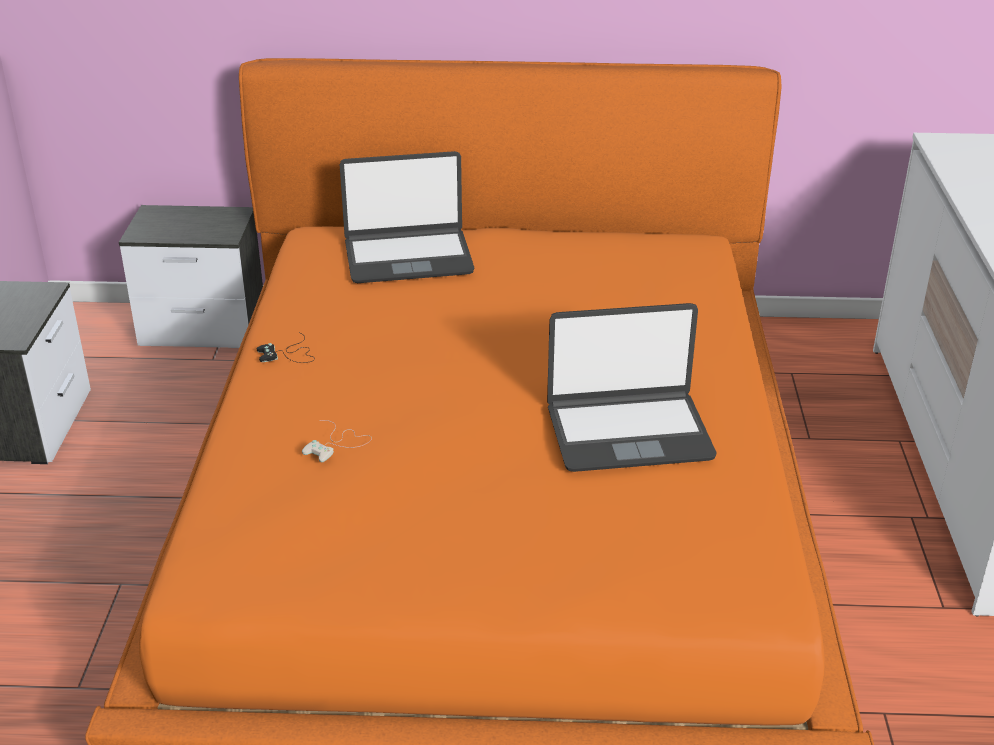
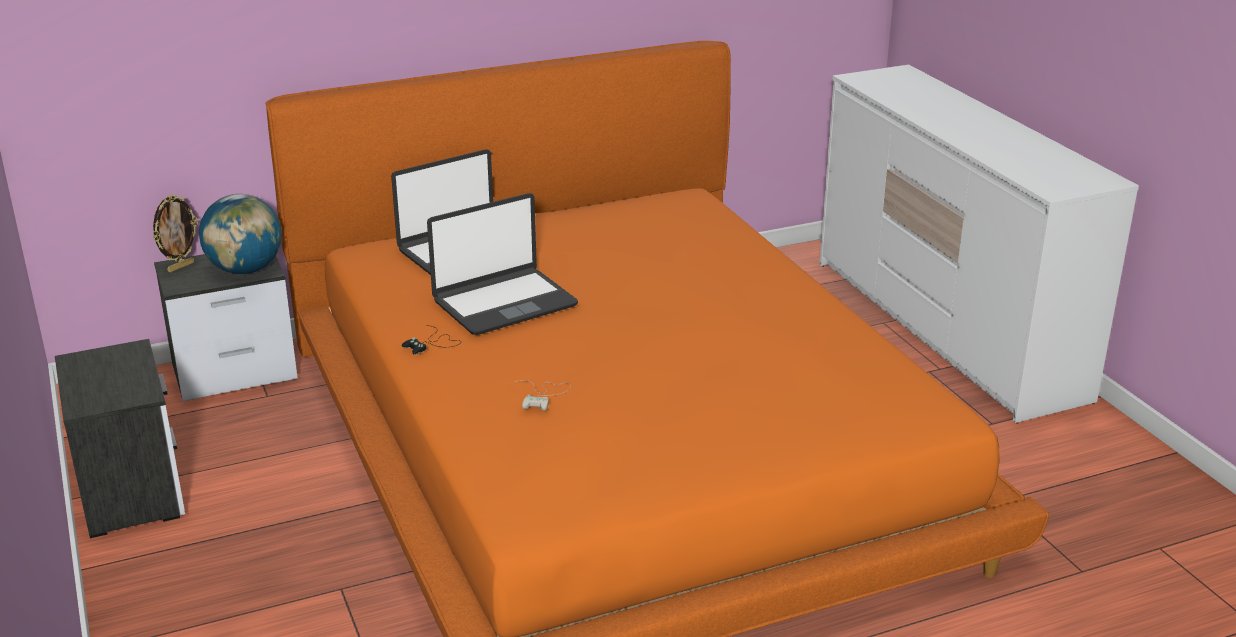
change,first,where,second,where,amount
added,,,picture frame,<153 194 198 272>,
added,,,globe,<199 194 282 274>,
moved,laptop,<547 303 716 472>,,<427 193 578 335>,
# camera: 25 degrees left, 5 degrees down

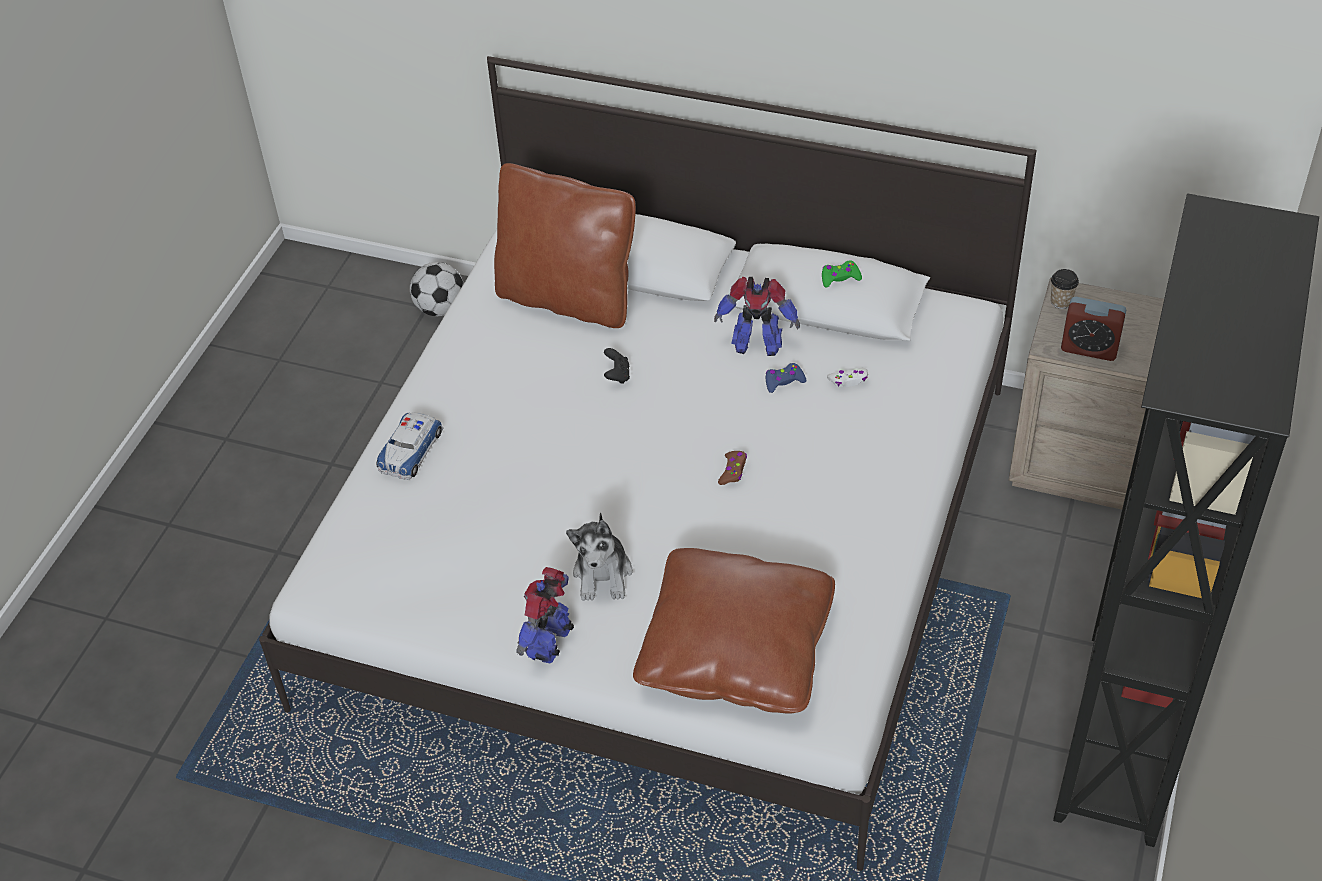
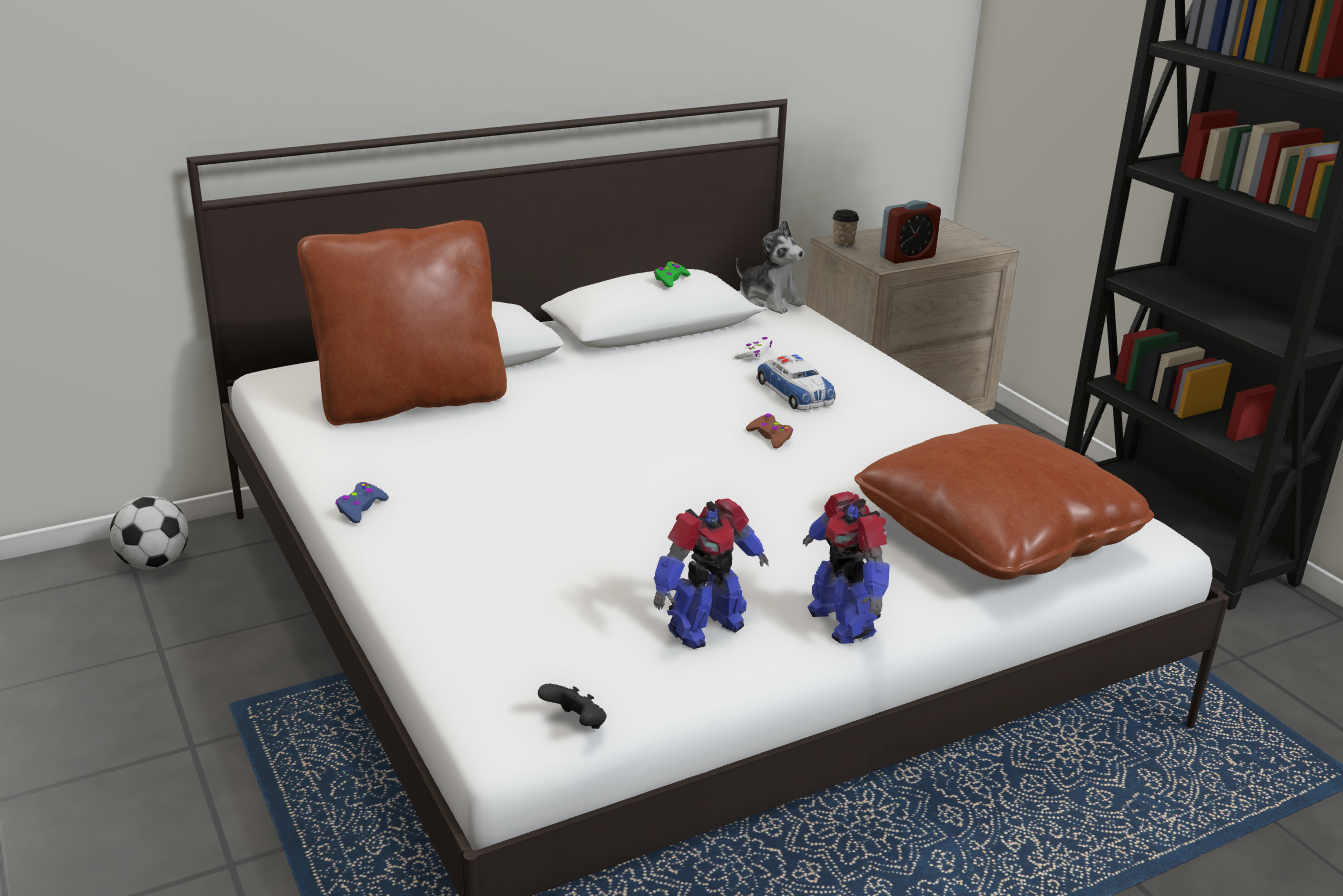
change,first,where,second,where,amount
moved,toy car,<377 412 443 480>,,<756 354 836 410>,
moved,soft toy,<566 512 633 601>,,<736 220 805 314>,
moved,game controller (blackish),<604 348 630 384>,,<538 684 607 729>,
moved,model robot,<714 277 800 356>,,<654 498 769 649>,
moved,game controller (blue),<766 363 806 393>,,<335 482 389 523>,
# camera: 50 degrees left, 20 degrees down

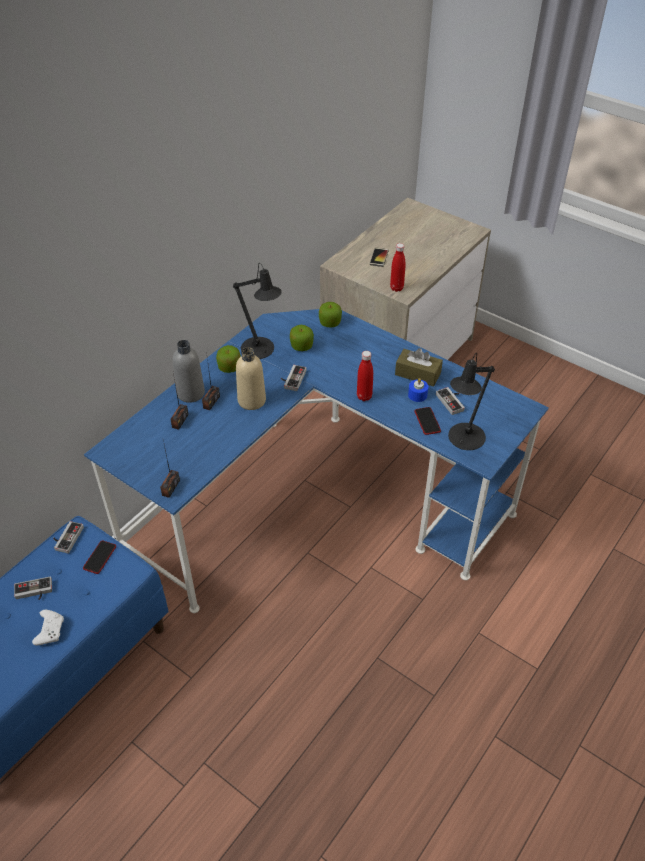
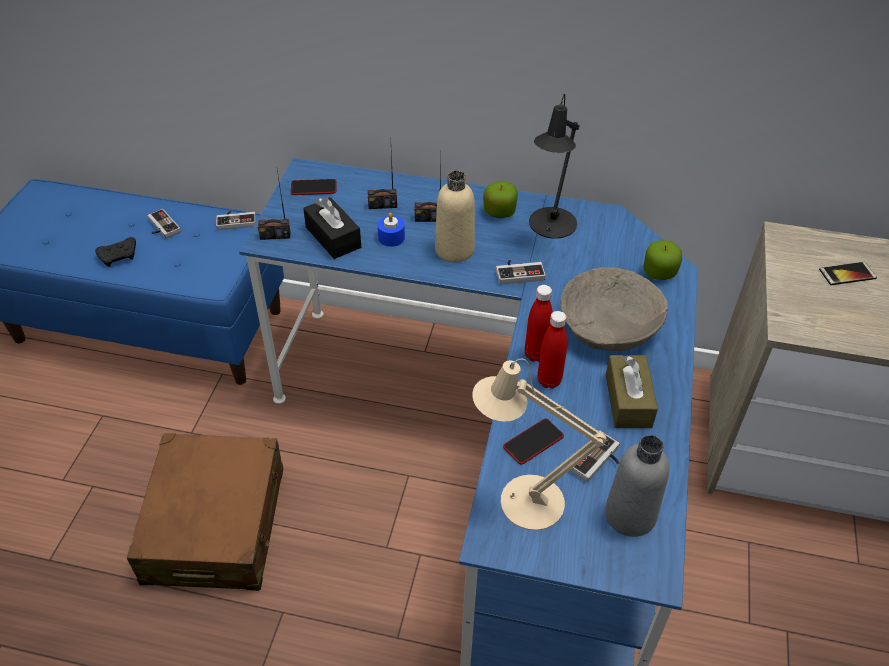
change,first,where,second,where,amount
removed,whole apple,<290 325 314 351>,,,
added,,,travel case (brown),<127 433 283 591>,
added,,,tissue box (blackish),<303 197 361 259>,
added,,,deep dish (beige),<560 267 668 351>,
moved,telephone,<83 541 116 574>,,<291 179 337 195>,
moved,bottle (greyish),<173 340 205 403>,,<605 435 670 537>,
moved,bottle (red),<390 243 406 292>,,<537 311 567 389>,
moved,wax candle (blue),<408 378 428 402>,,<378 213 405 247>,
recoloured,game controller (white),<32 610 64 645>,game controller (blackish),<95 237 136 267>,
recoloured,tabletop lamp (blackish),<448 353 495 450>,tabletop lamp (beige),<472 359 606 530>,
# camera: 65 degrees right, 0 degrees up

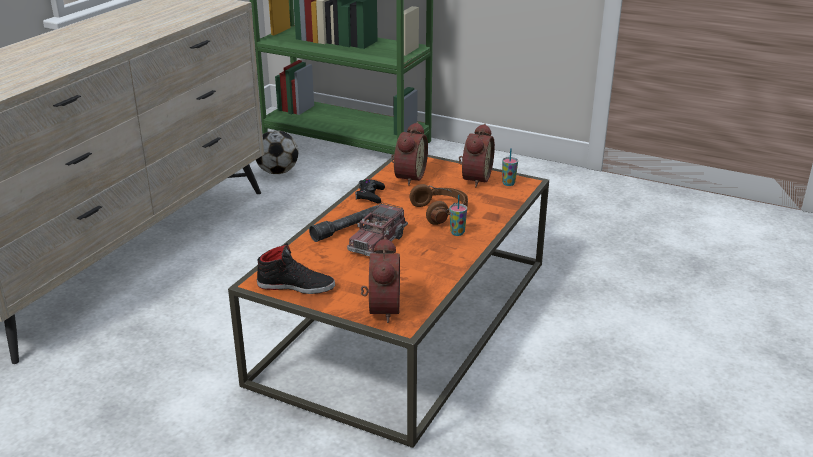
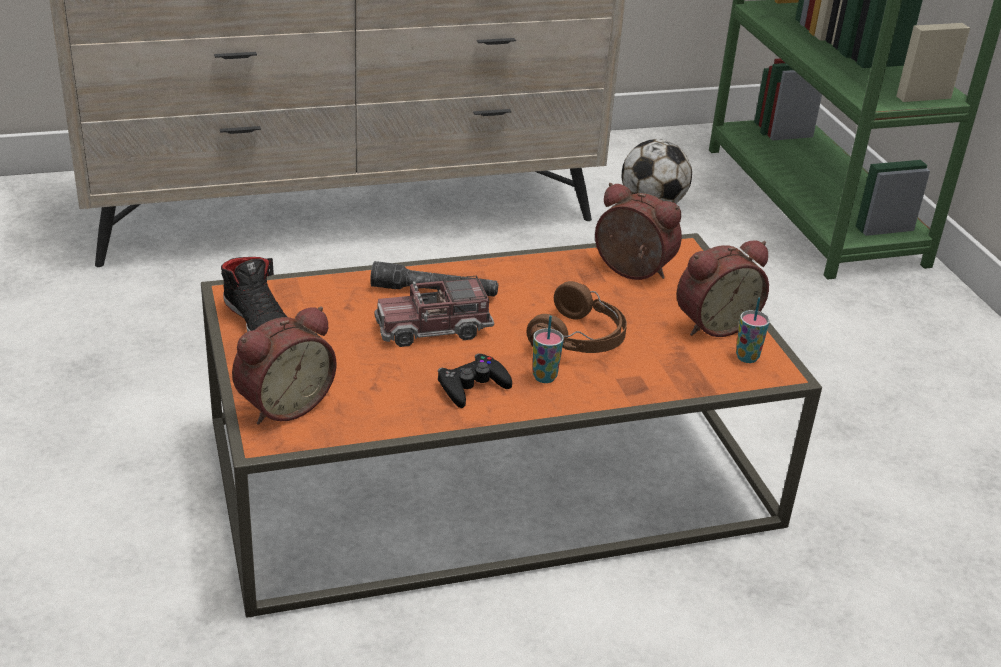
change,first,where,second,where,amount
moved,game controller (blackish),<355 179 385 204>,,<438 353 512 408>,
turned,table clock,<391 122 428 186>,,<595 183 682 280>,120 degrees counterclockwise
# camera: 45 degrees right, 5 degrees up

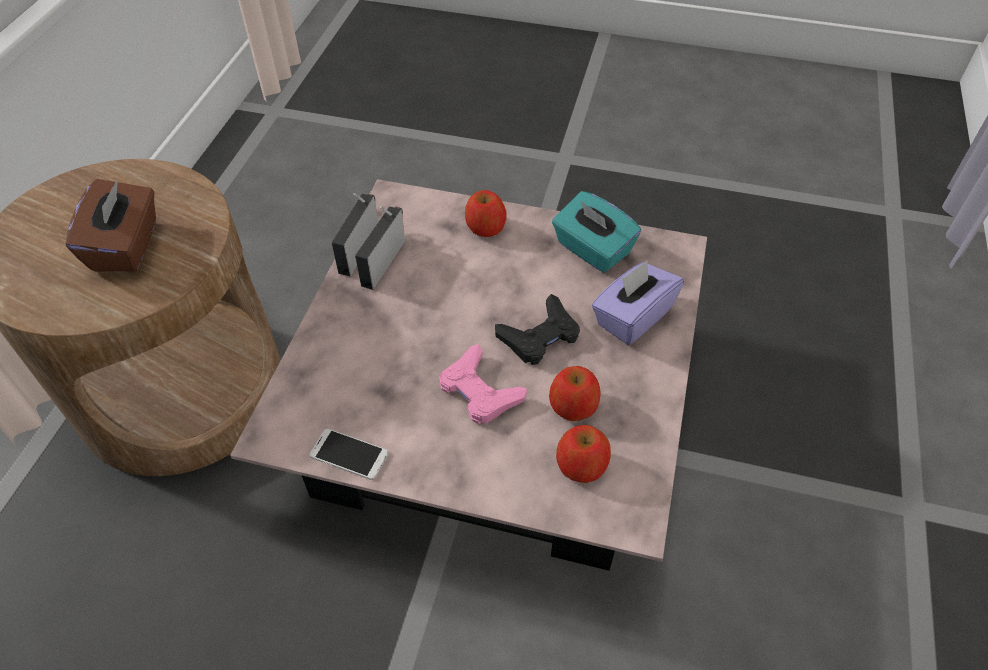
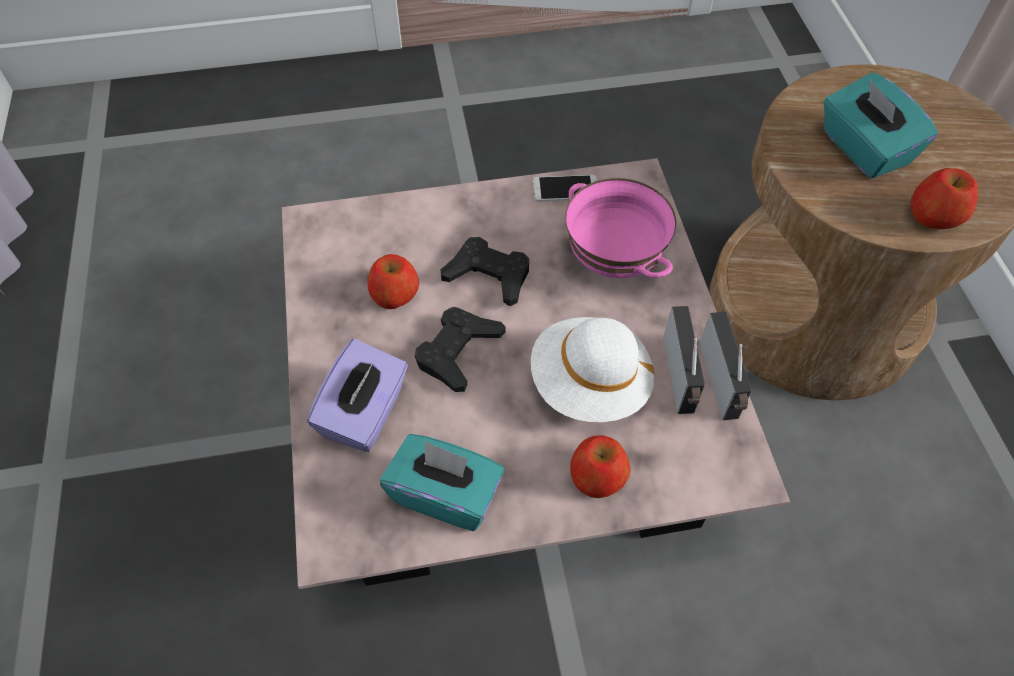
change,first,where,second,where,amount
added,,,clothing hat (white),<531 317 654 422>,
added,,,deep dish (pinkish),<565 178 677 278>,
moved,whole apple,<556 425 611 483>,,<910 168 978 229>,
recoloured,tissue box (brown),<66 179 156 271>,tissue box (turquoise-coloured),<823 72 938 179>,
recoloured,game controller (pinkish),<439 344 527 424>,game controller (blackish),<441 237 529 306>,
# camera: 155 degrees right, 5 degrees up

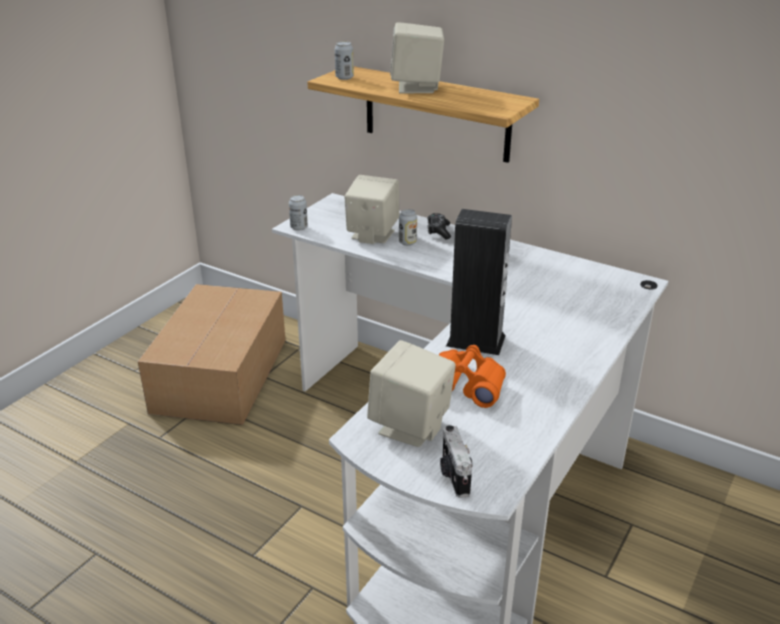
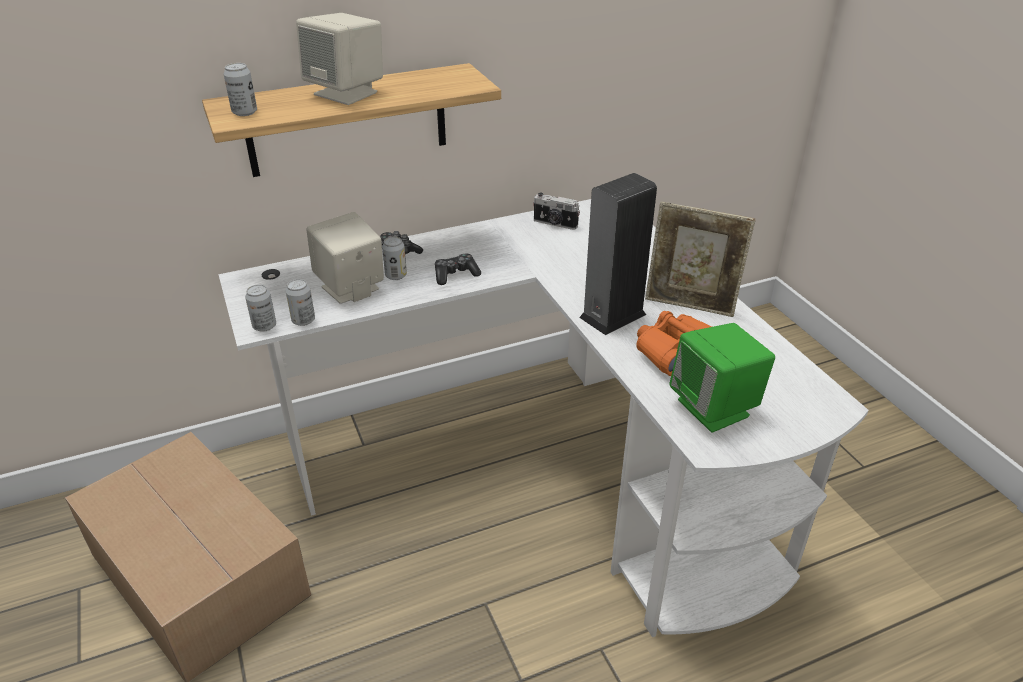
change,first,where,second,where,amount
added,,,metal can,<286 279 315 326>,
added,,,game controller,<435 254 481 285>,
added,,,picture frame,<645 202 756 317>,
moved,photo camera,<440 425 473 498>,,<533 192 580 230>,
recoloured,speaker (beige),<367 340 456 447>,speaker (green-coloured),<669 323 775 432>,
# camera: 55 degrees left, 5 degrees up

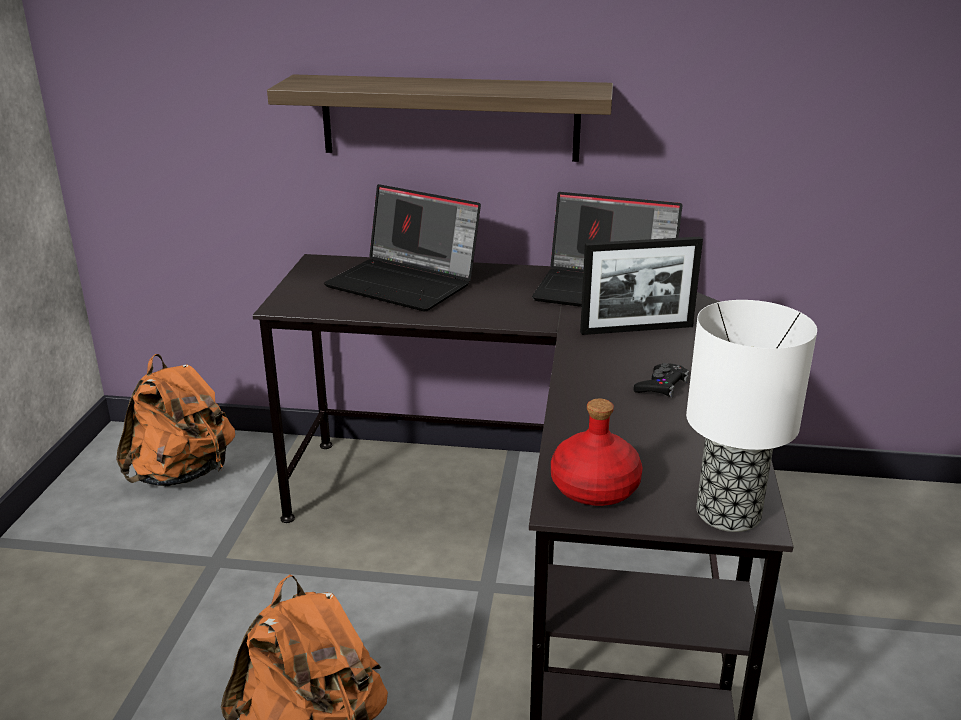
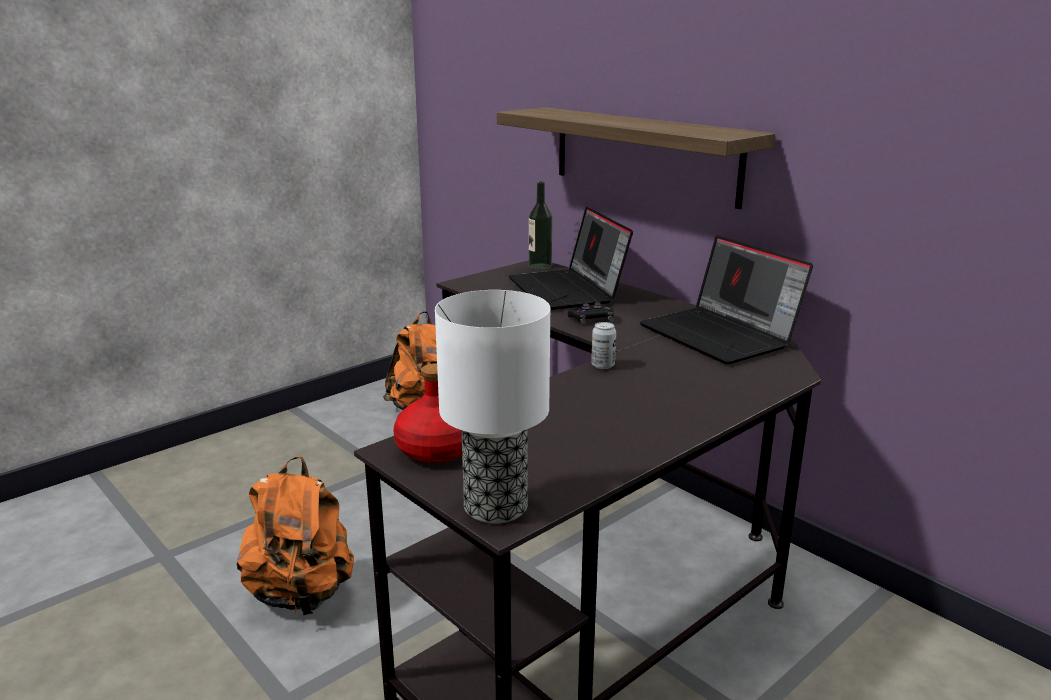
change,first,where,second,where,amount
removed,picture frame,<580 237 703 335>,,,
added,,,bottle,<529 182 552 270>,
added,,,metal can,<591 322 616 369>,
moved,game controller (blackish),<633 363 690 398>,,<568 302 614 324>,
# camera: 40 degrees right, 5 degrees down

